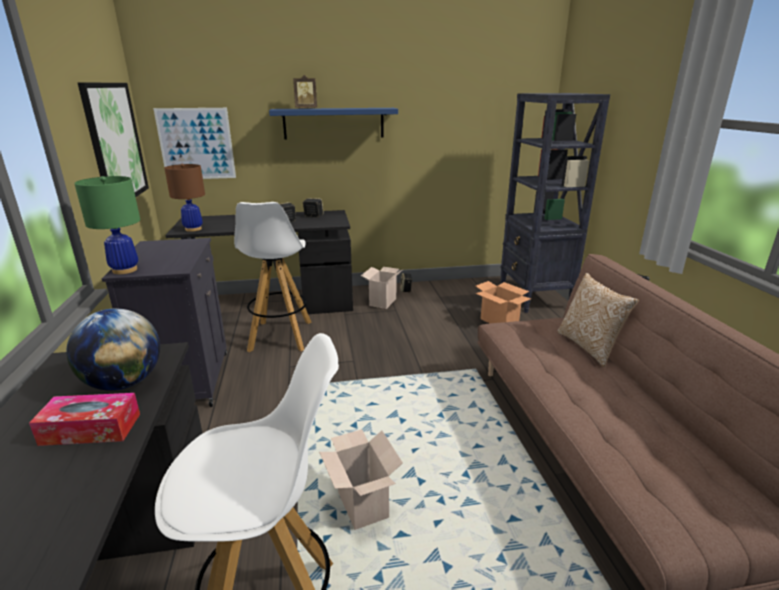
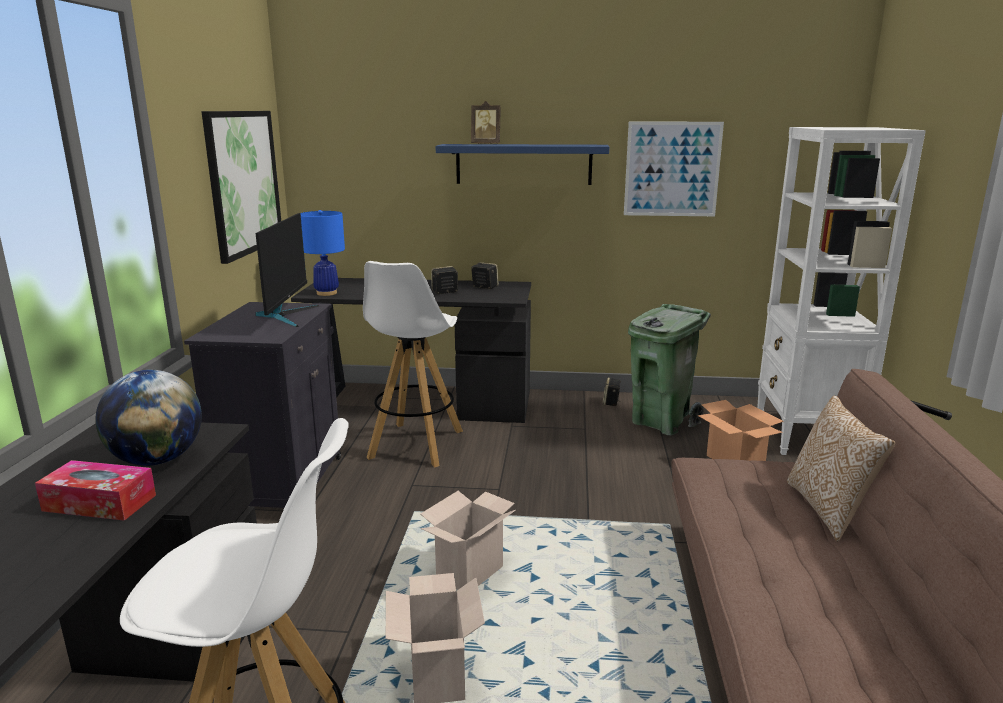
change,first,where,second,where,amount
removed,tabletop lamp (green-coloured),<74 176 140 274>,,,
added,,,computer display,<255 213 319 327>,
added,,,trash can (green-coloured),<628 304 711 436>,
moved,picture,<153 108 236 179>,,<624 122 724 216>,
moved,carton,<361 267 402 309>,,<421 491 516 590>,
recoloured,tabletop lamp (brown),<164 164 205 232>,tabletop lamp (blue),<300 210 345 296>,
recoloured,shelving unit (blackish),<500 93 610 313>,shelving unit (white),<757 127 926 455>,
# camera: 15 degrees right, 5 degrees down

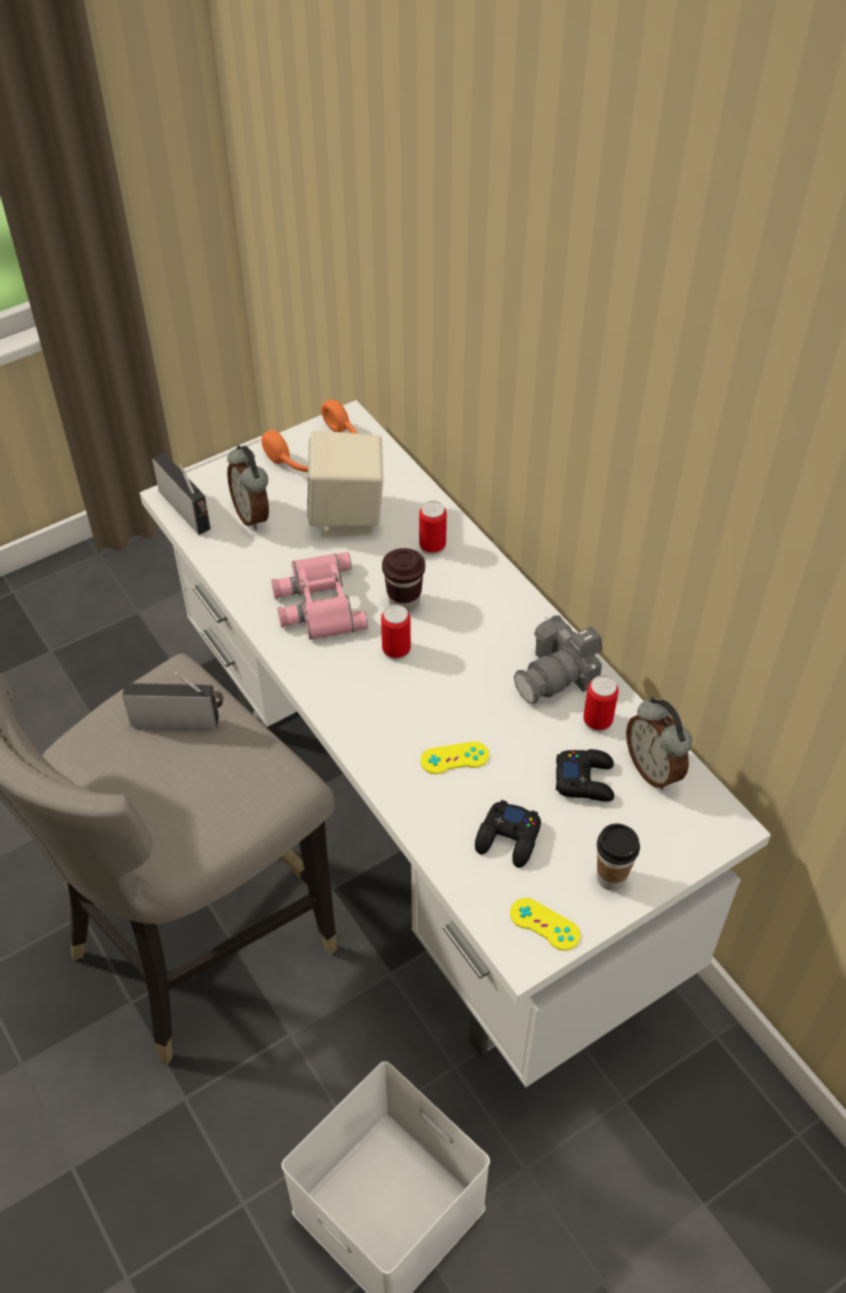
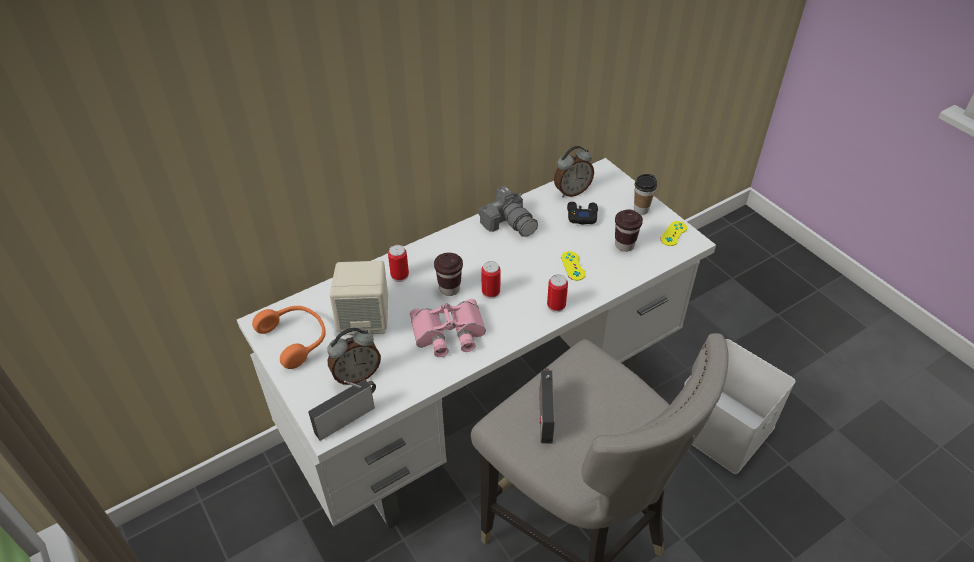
change,first,where,second,where,amount
moved,metal can,<583 675 618 732>,,<547 274 568 312>,
replaced,game controller (blackish),<475 800 541 868>,small cup (brown),<615 209 643 252>,
# camera: 90 degrees left, 5 degrees down

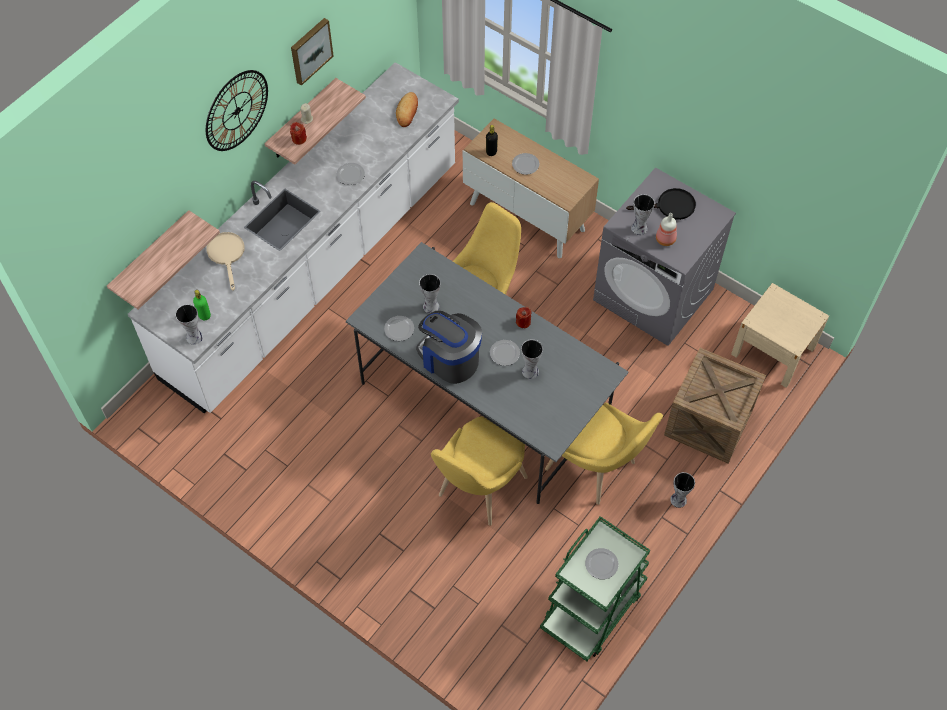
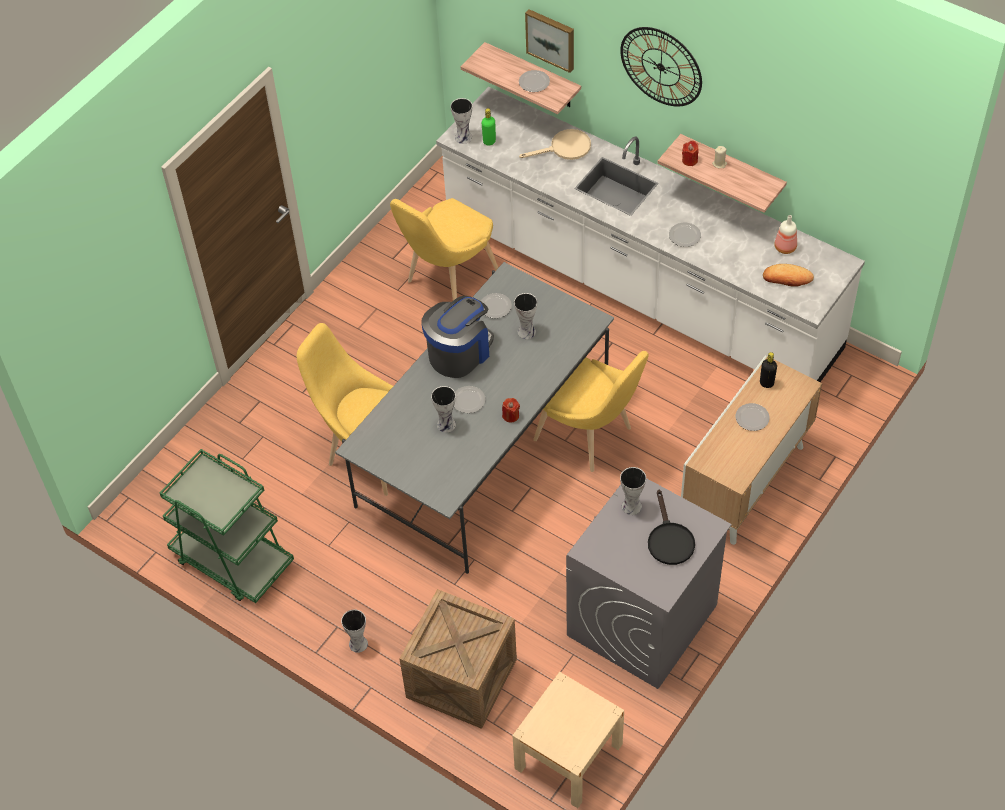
change,first,where,second,where,amount
moved,picture,<291 18 334 86>,,<525 9 574 73>,
moved,plain chair (yellowish),<545 403 663 505>,,<390 198 498 300>,
moved,flat dish,<585 548 619 579>,,<519 70 550 92>,
moved,bottle,<656 213 677 246>,,<774 215 797 254>,
# camera: 90 degrees right, 5 degrees down

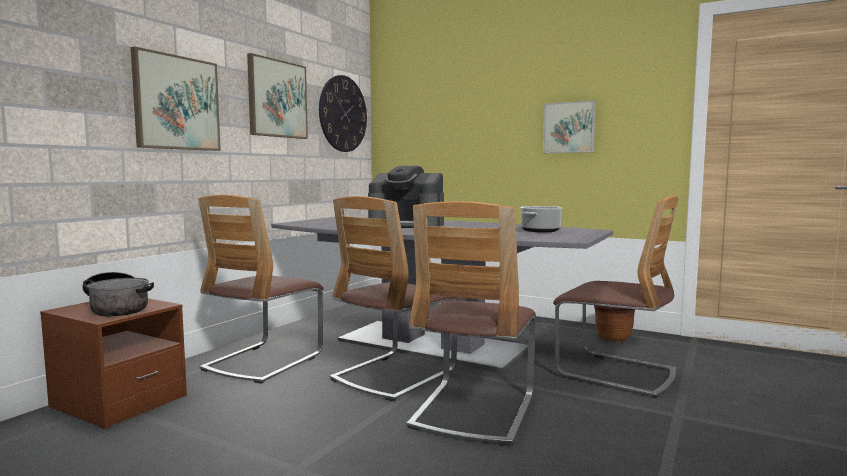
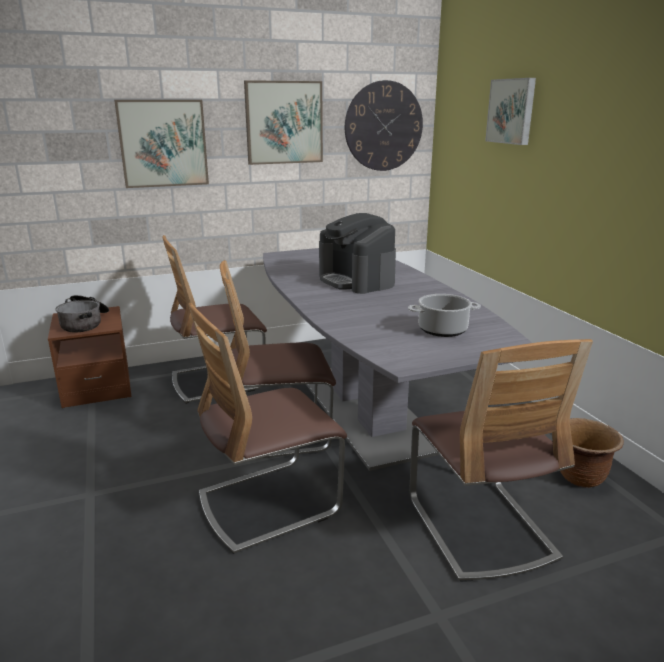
change,first,where,second,where,amount
moved,picture,<543 101 596 153>,,<485 78 536 145>,
# camera: 40 degrees right, 15 degrees up

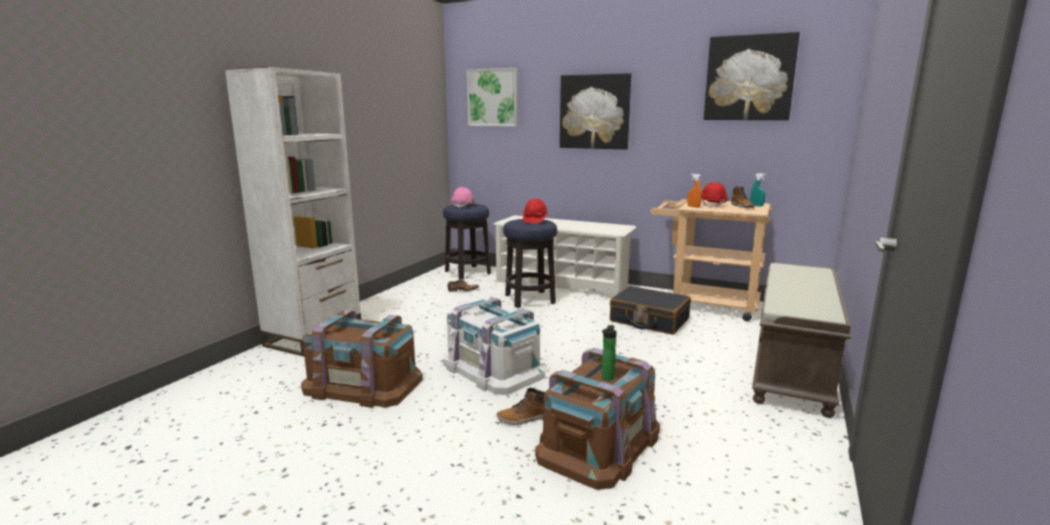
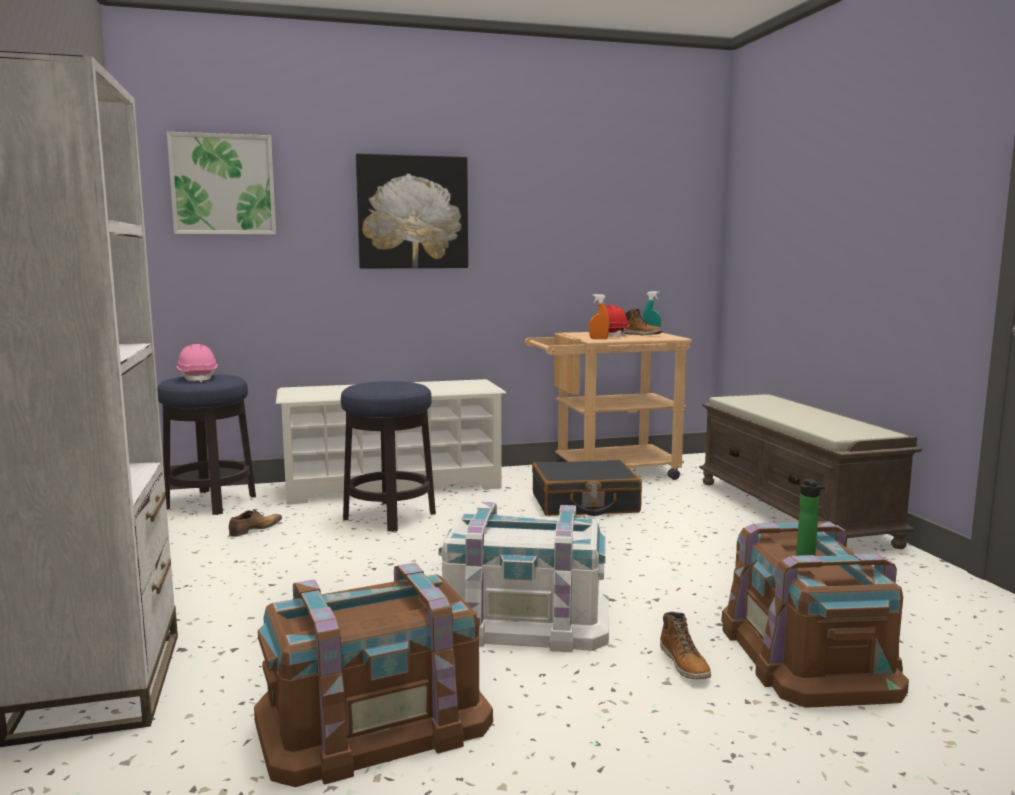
change,first,where,second,where,amount
removed,safety helmet (red),<523 199 548 224>,,,
removed,picture,<704 32 800 120>,,,
turned,boot,<497 388 545 425>,,<660 612 711 679>,45 degrees counterclockwise
# camera: 40 degrees left, 5 degrees down

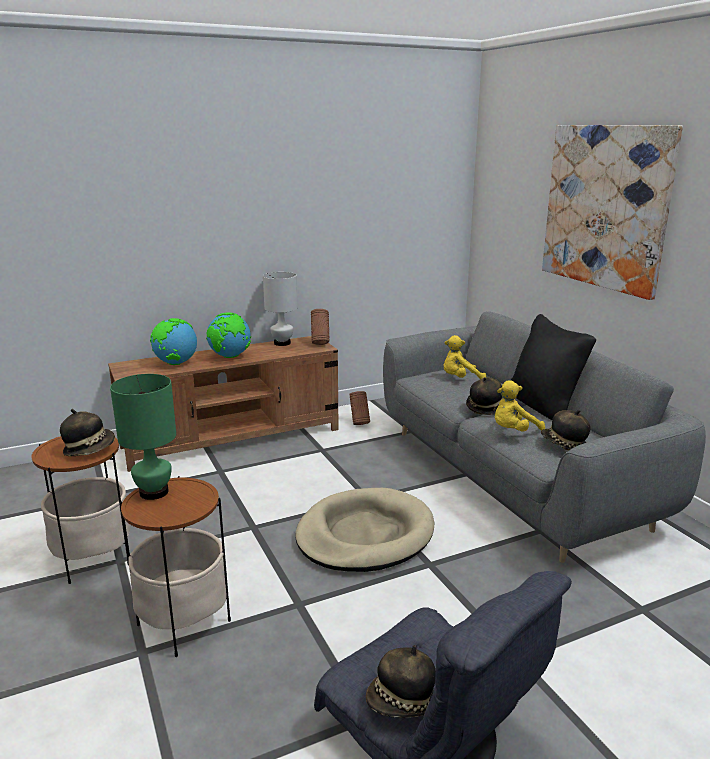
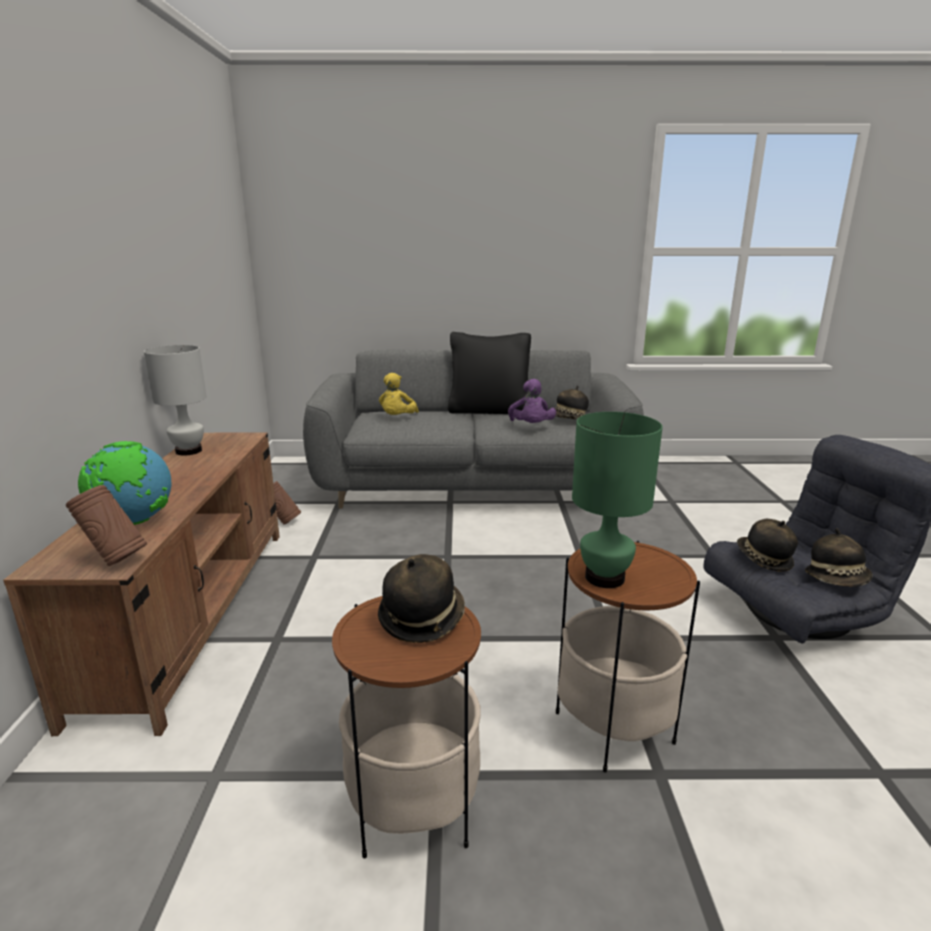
change,first,where,second,where,amount
removed,globe,<206 312 251 358>,,,
removed,pet bed (beige),<295 488 434 572>,,,
removed,picture,<542 125 683 300>,,,
moved,vase (brown),<311 309 330 345>,,<66 485 147 566>,
moved,clothing hat,<466 377 503 415>,,<737 519 798 572>,
recoloured,soft toy (yellowish),<495 380 545 432>,soft toy (purple-coloured),<508 379 556 423>,
# camera: 65 degrees left, 0 degrees up

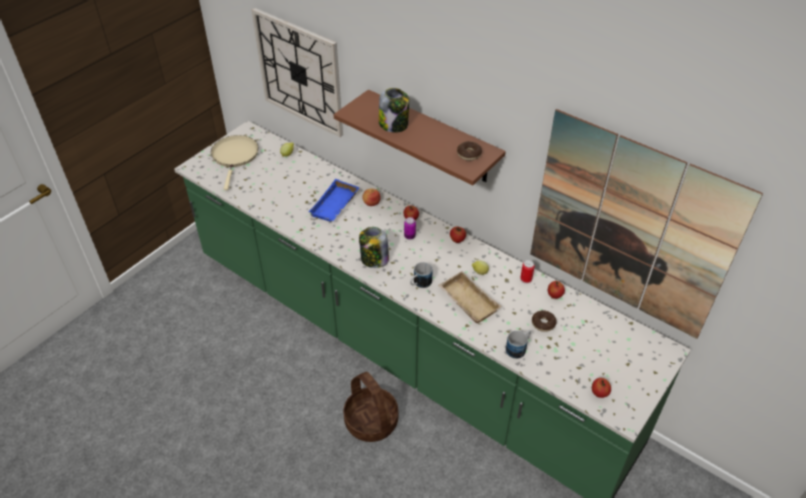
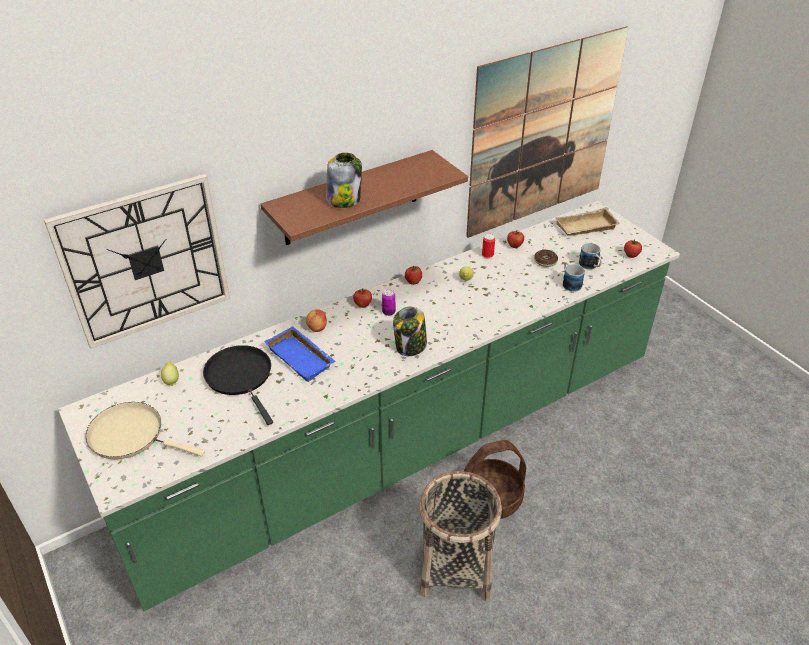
change,first,where,second,where,amount
removed,doughnut,<457 141 482 161>,,,
added,,,pan (blackish),<203 345 273 425>,
added,,,storage basket,<419 471 502 601>,
moved,coffee mug,<410 262 432 288>,,<579 243 602 269>,
moved,tray (beige),<438 271 502 323>,,<555 207 620 236>,
# camera: 70 degrees left, 5 degrees down

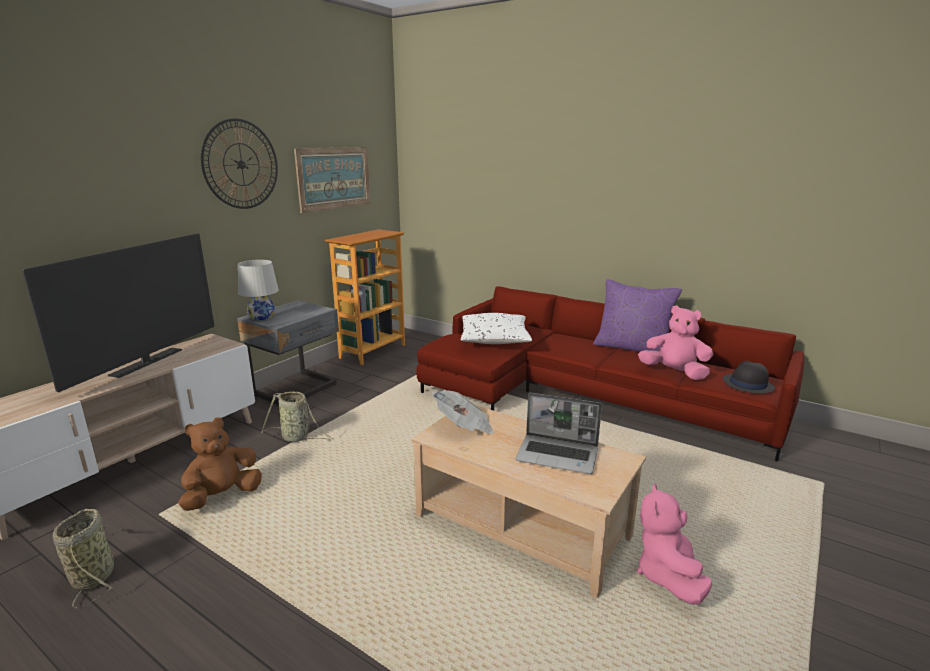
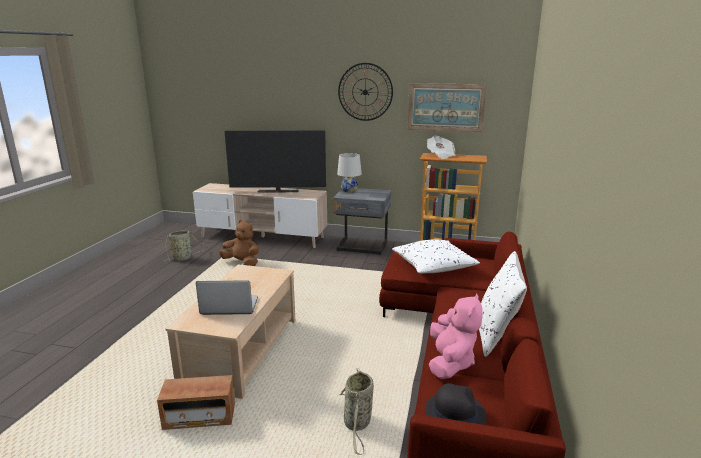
change,first,where,second,where,amount
moved,storage basket,<261 392 334 442>,,<338 368 374 455>,
moved,newspaper,<432 390 494 434>,,<427 136 456 159>,
replaced,soft toy (pinkish),<637 483 712 605>,radio receiver,<157 375 235 430>,
recoloured,throw pillow (purple-coloured),<593 279 682 352>,throw pillow (white),<479 251 527 357>,
turned,laptop,<515 392 602 474>,,<196 280 258 315>,90 degrees clockwise
# camera: 70 degrees right, 0 degrees up

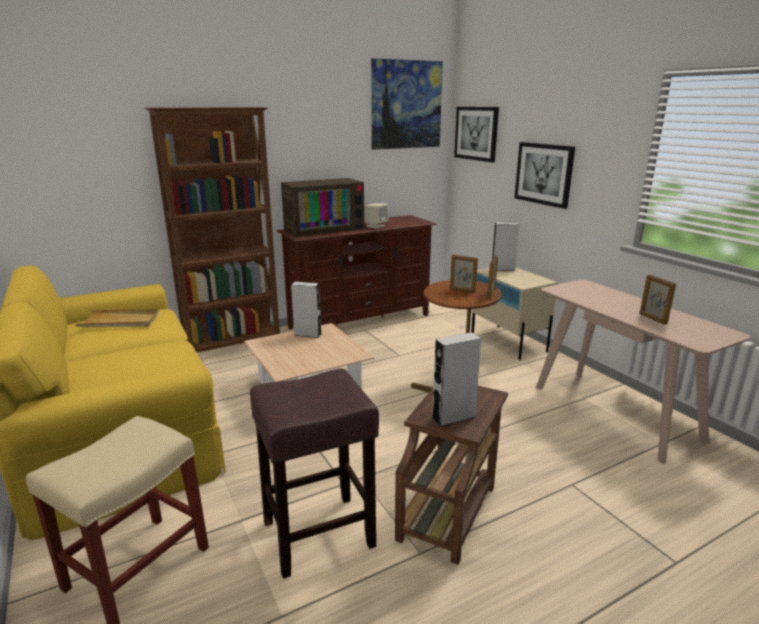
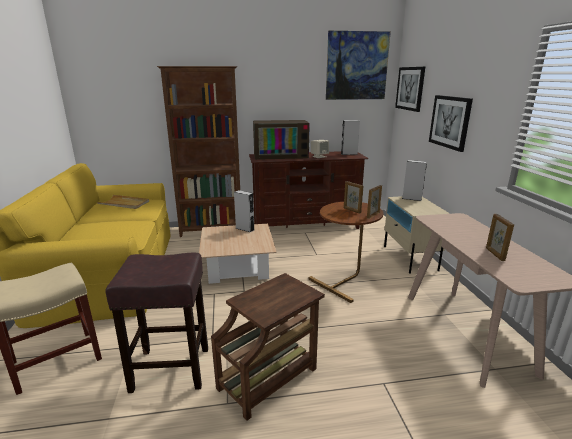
change,first,where,second,where,amount
moved,speaker (greyish),<431 332 481 427>,,<341 120 360 155>,
# camera: 20 degrees right, 0 degrees up

